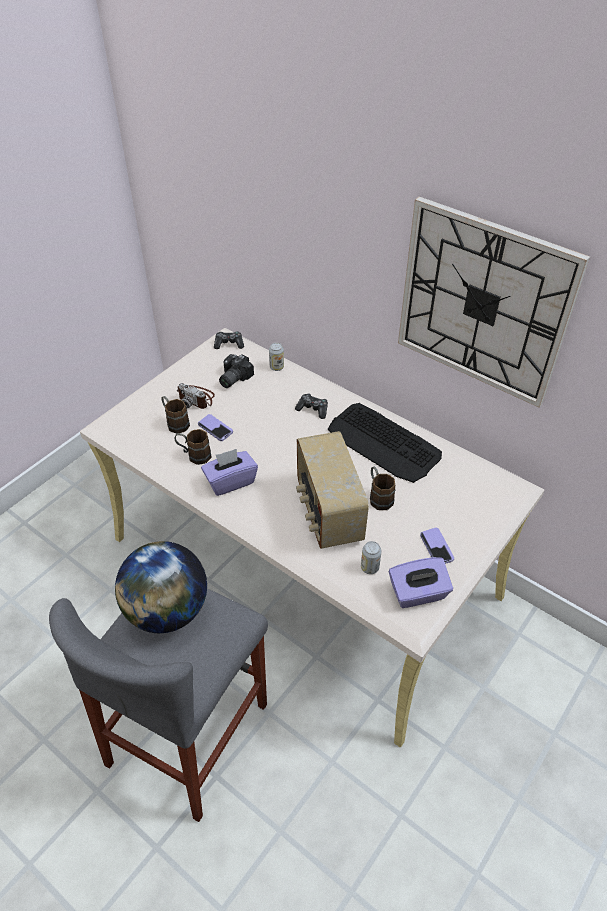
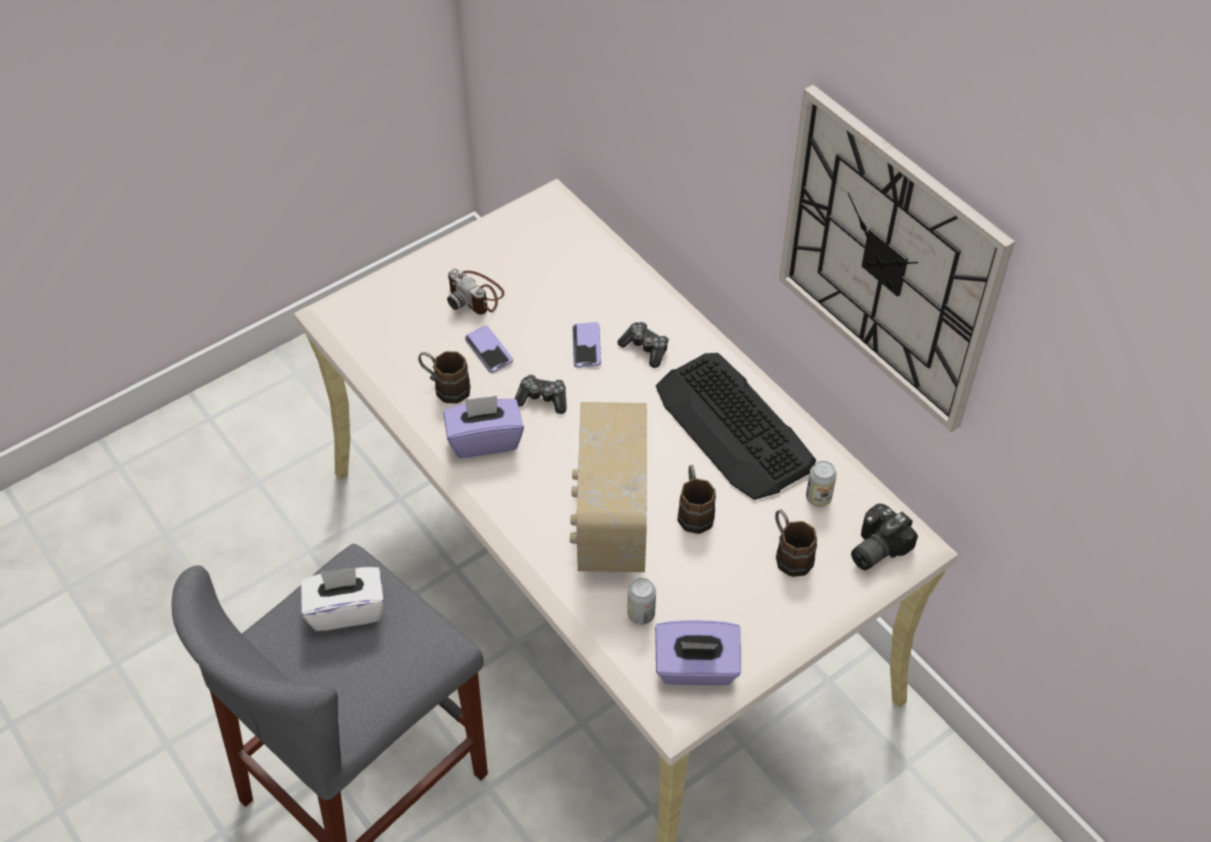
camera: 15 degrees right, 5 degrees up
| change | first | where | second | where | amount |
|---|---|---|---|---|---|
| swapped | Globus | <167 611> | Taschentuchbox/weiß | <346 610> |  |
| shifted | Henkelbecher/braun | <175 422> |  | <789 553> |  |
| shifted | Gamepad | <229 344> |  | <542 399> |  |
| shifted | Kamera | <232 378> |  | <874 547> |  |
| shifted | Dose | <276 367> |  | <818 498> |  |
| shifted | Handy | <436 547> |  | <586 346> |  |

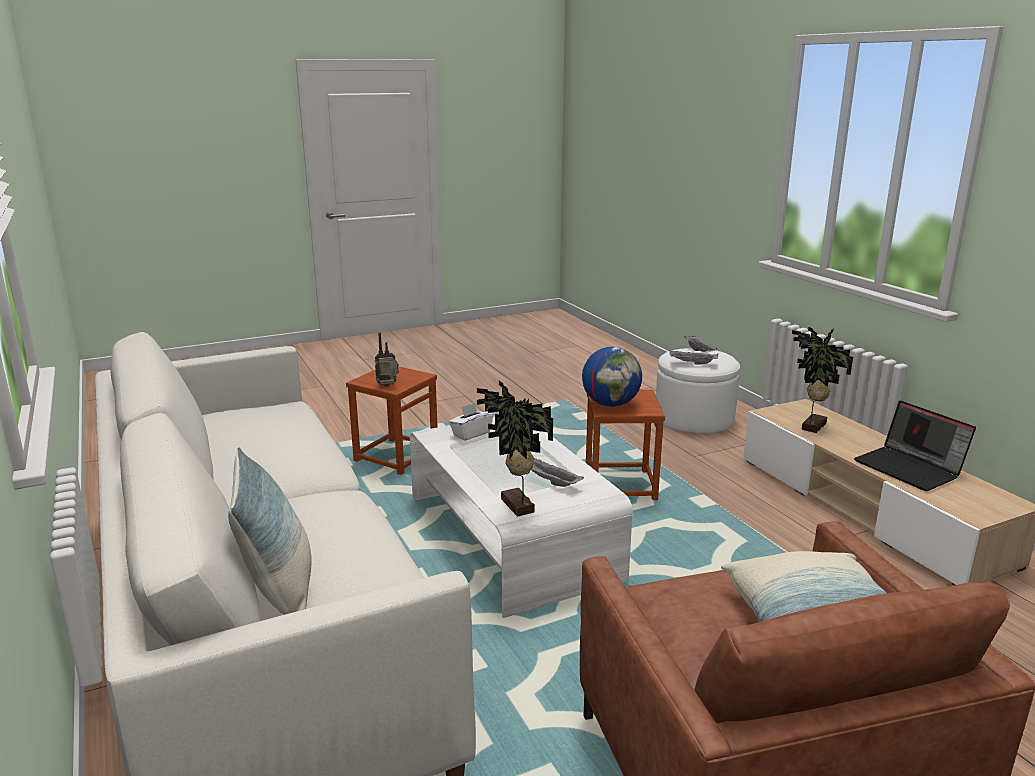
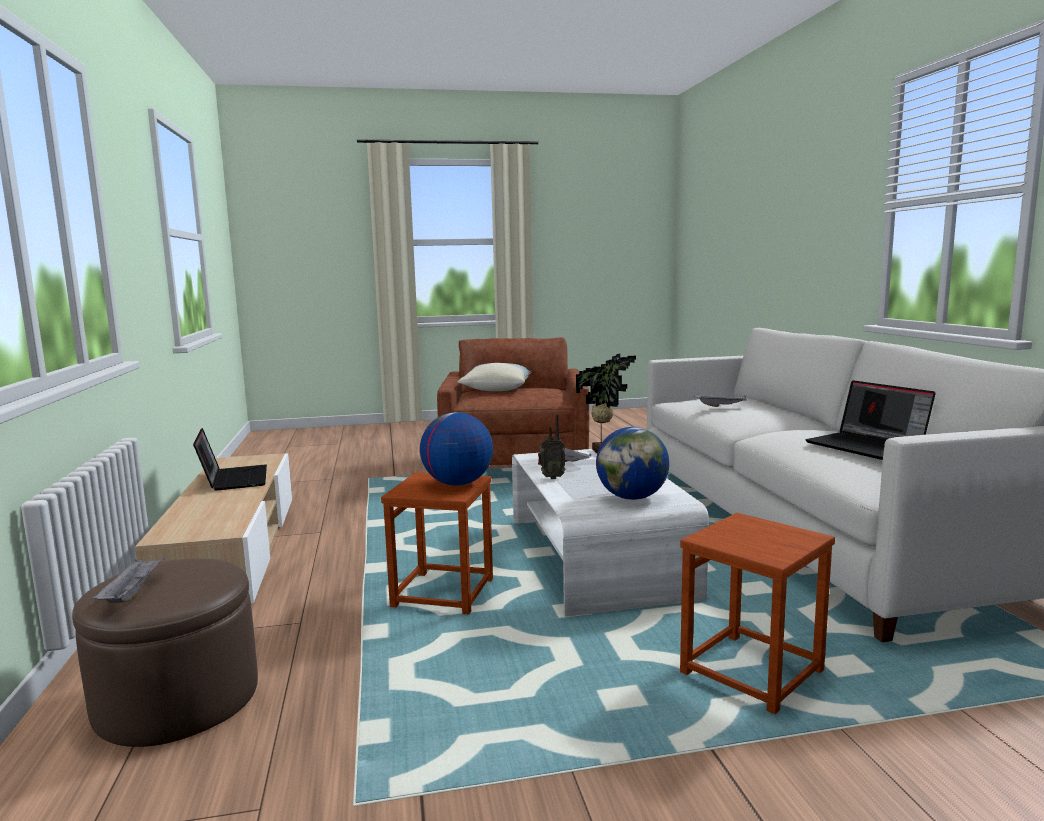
camera: 165 degrees left, 10 degrees down
| change | first | where | second | where | amount |
|---|---|---|---|---|---|
| gone | Kissen | <280 592> |  |  |  |
| shifted | Radio | <388 386> |  | <551 477> |  |
| swapped | Taschentuchbox/weiß | <471 434> | Globus | <632 498> |  |
| repainted | Polsterhocker/weiß | <694 418> | Polsterhocker/braun | <177 699> |  |
| shifted | Tablett/grau | <692 363> |  | <721 406> |  |
| gone | Topfpflanze | <811 426> |  |  |  |
| new |  |  | Laptop | <868 446> |  |

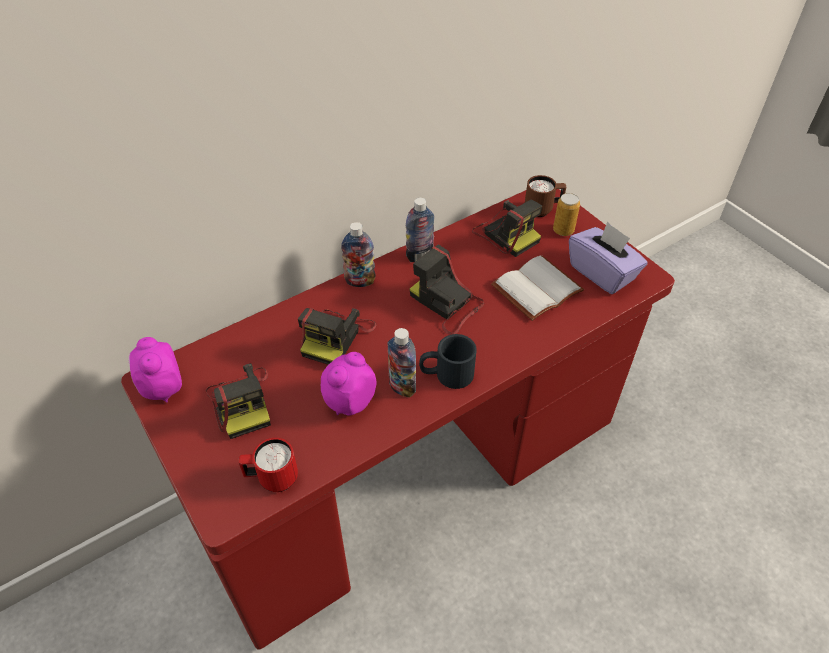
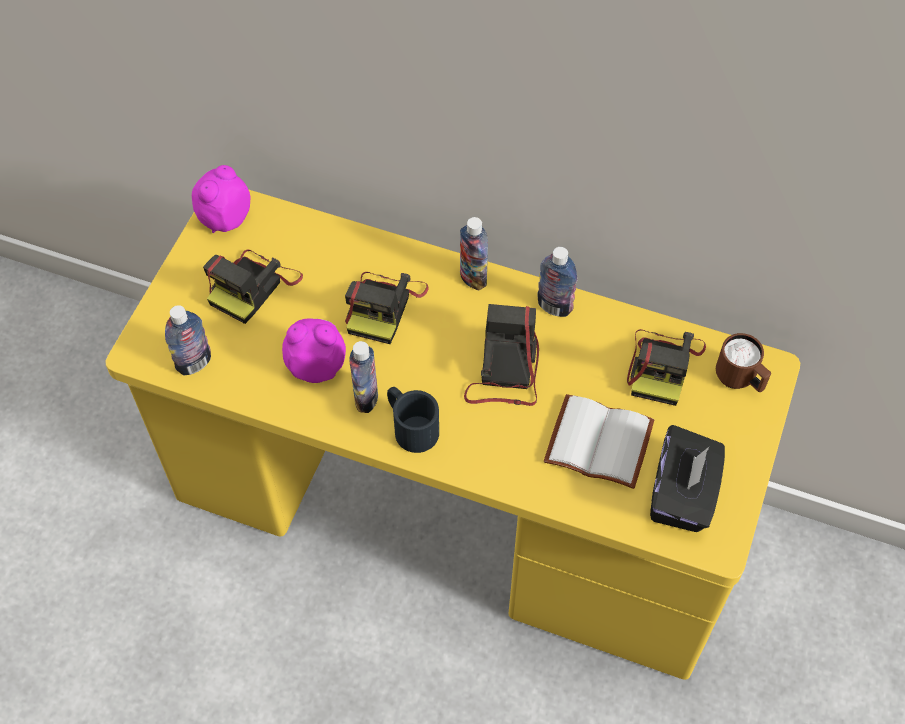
camera: 55 degrees right, 10 degrees up
| change | first | where | second | where | amount |
|---|---|---|---|---|---|
| repainted | Schreibtisch/rot | <413 473> | Schreibtisch/gelb | <453 510> |  |
| swapped | Henkelbecher/rot | <272 479> | Flasche | <194 363> |  |
| rotated | Kamera | <336 337> |  | <384 306> | 60 degrees counterclockwise |
| gone | Dose | <563 230> |  |  |  |
| repainted | Taschentuchbox/lila | <602 273> | Taschentuchbox/schwarz | <682 495> |  |

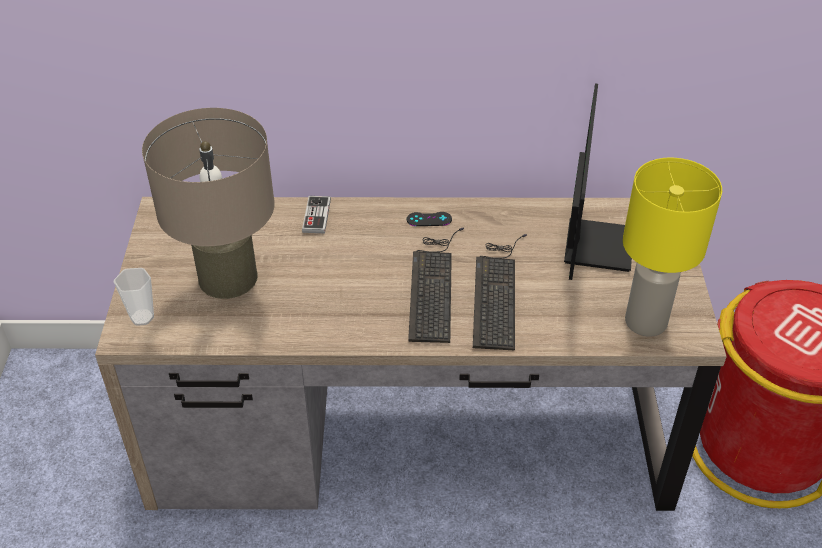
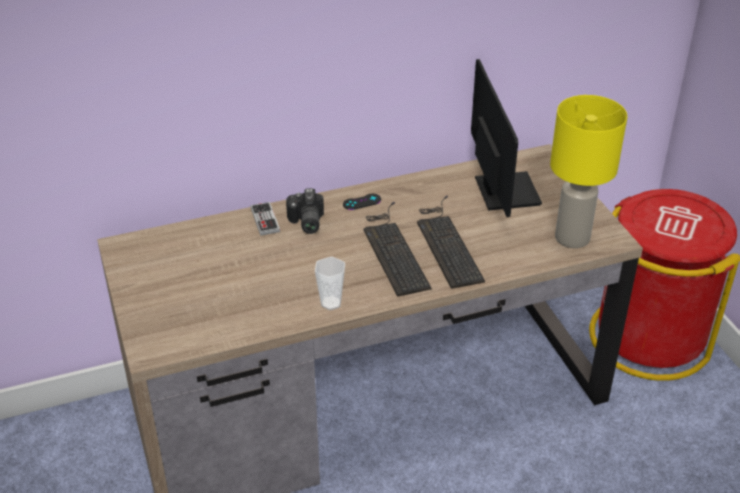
camera: 20 degrees left, 5 degrees down
| change | first | where | second | where | amount |
|---|---|---|---|---|---|
| shifted | Tasse | <142 317> |  | <331 303> |  |
| gone | Tischlampe/beige | <228 277> |  |  |  |
| new |  |  | Kamera | <305 222> |  |

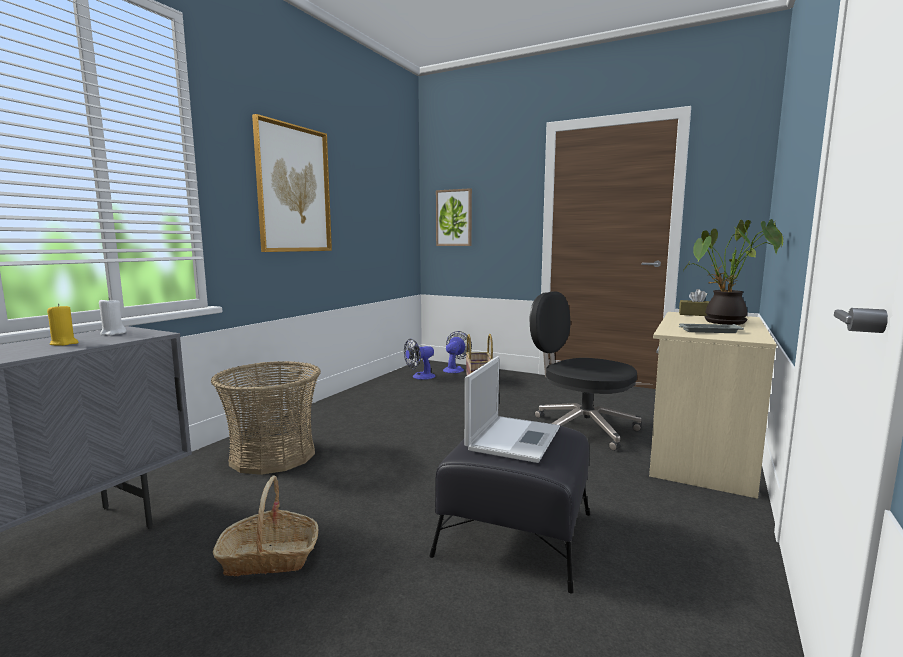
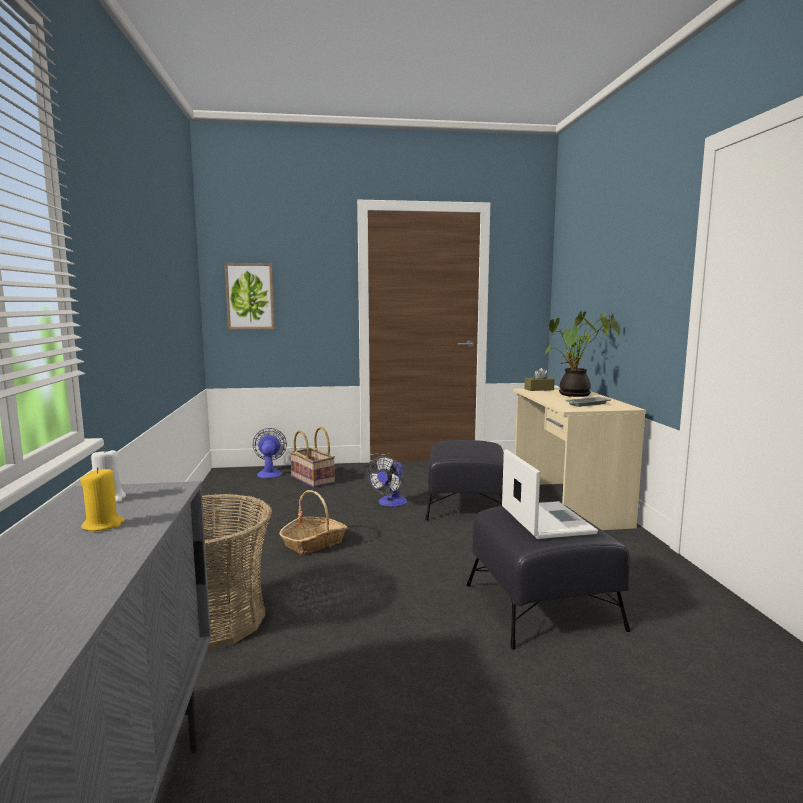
camera: 35 degrees left, 0 degrees up
| change | first | where | second | where | amount |
|---|---|---|---|---|---|
| shifted | Korb | <269 557> |  | <314 543> |  |
| gone | Bild | <293 189> |  |  |  |
| shifted | Ventilator | <420 377> |  | <390 503> |  |
| swapped | Bürostuhl/schwarz | <581 428> | Polsterhocker/schwarz | <467 506> |  |

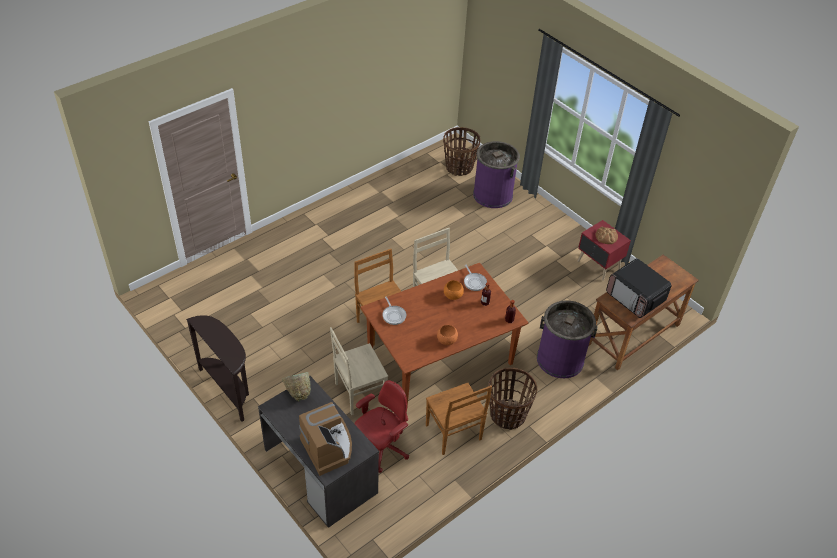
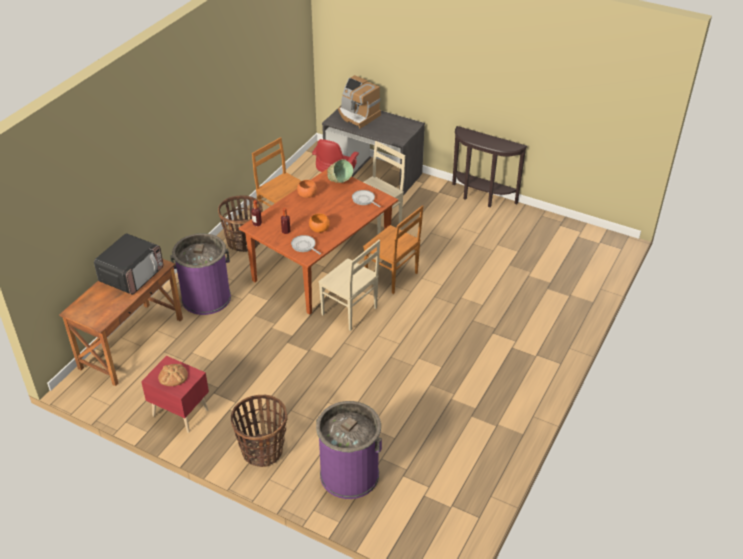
camera: 160 degrees right, 5 degrees down
| change | first | where | second | where | amount |
|---|---|---|---|---|---|
| shifted | Schüssel/grün | <298 392> |  | <339 182> |  |
| shifted | Korb | <459 167> |  | <262 450> |  |
| rotated | Mikrowelle | <635 298> |  | <132 275> | 90 degrees clockwise |

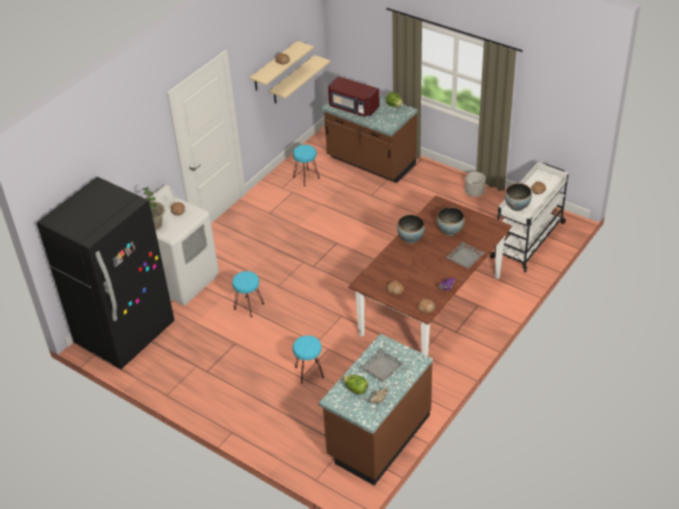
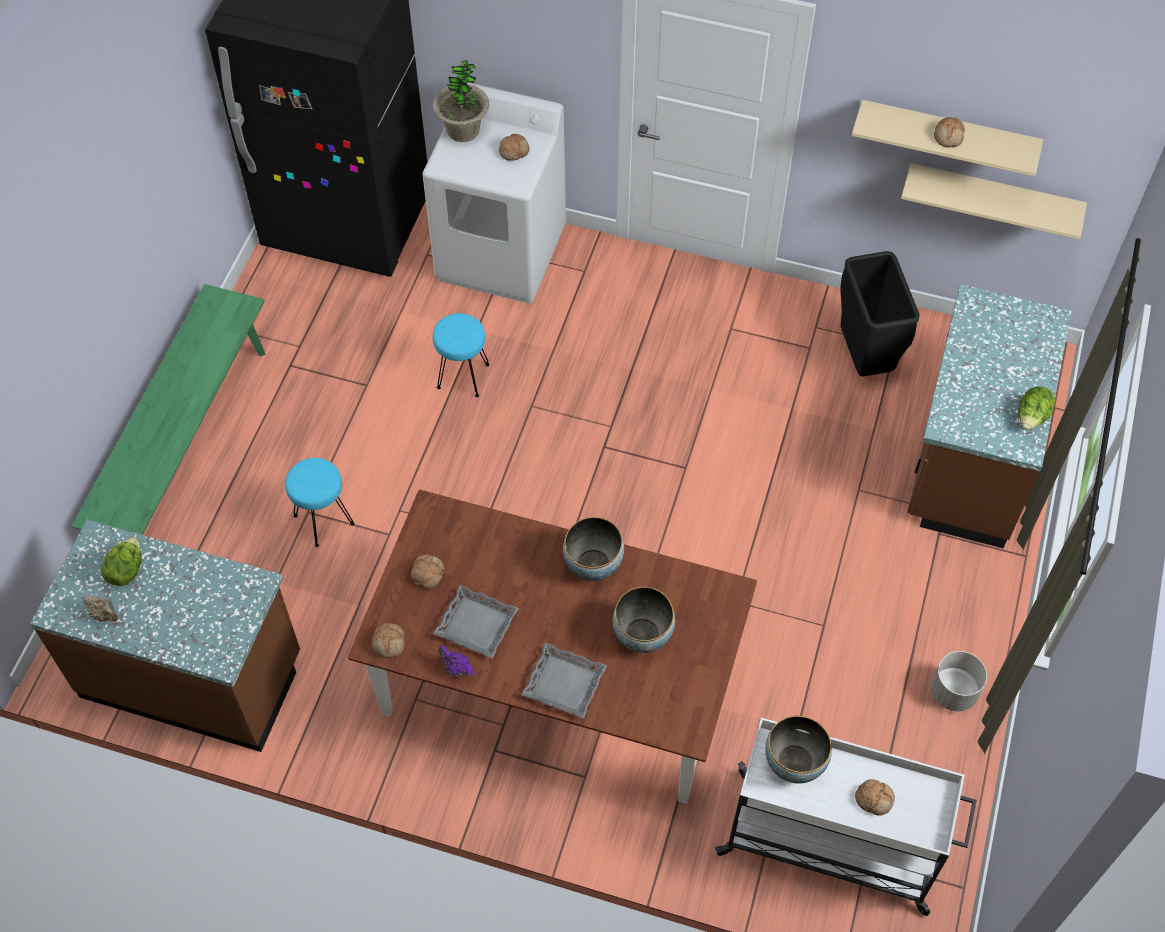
camera: 70 degrees right, 15 degrees up
| change | first | where | second | where | amount |
|---|---|---|---|---|---|
| swapped | Hocker/türkis | <306 177> | Mülleimer/schwarz | <865 358> |  |
| gone | Mikrowelle/rot | <353 107> |  |  |  |
| shifted | Tablett/grau | <381 367> |  | <476 624> |  |
| new |  |  | Bank/grün | <188 449> |  |

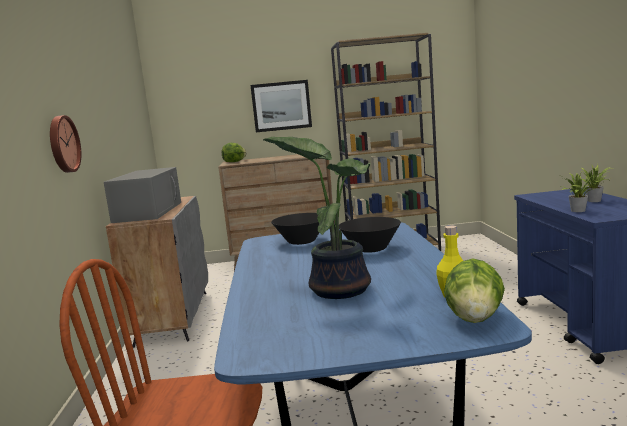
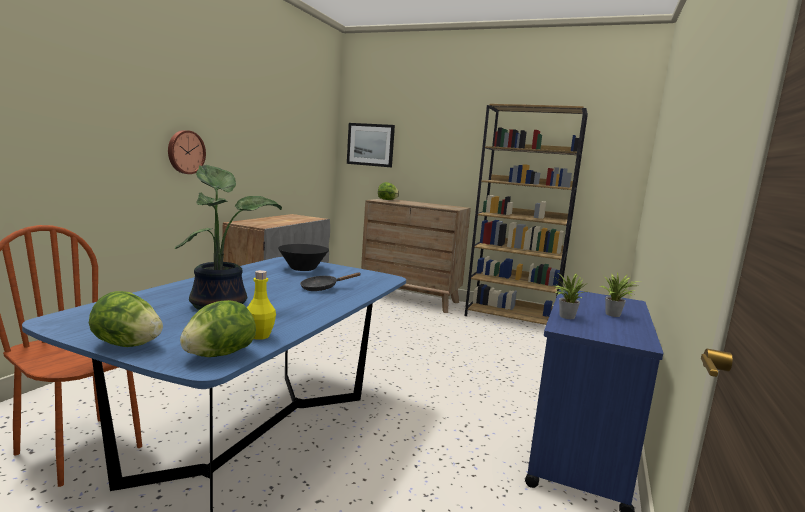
camera: 25 degrees right, 0 degrees up
| change | first | where | second | where | amount |
|---|---|---|---|---|---|
| gone | Mikrowelle/grau | <148 211> |  |  |  |
| shifted | Bild | <281 106> |  | <370 145> |  |
| swapped | Schüssel/schwarz | <371 249> | Pfanne/schwarz | <323 288> |  |
| new |  |  | Salatkopf | <127 344> |  |

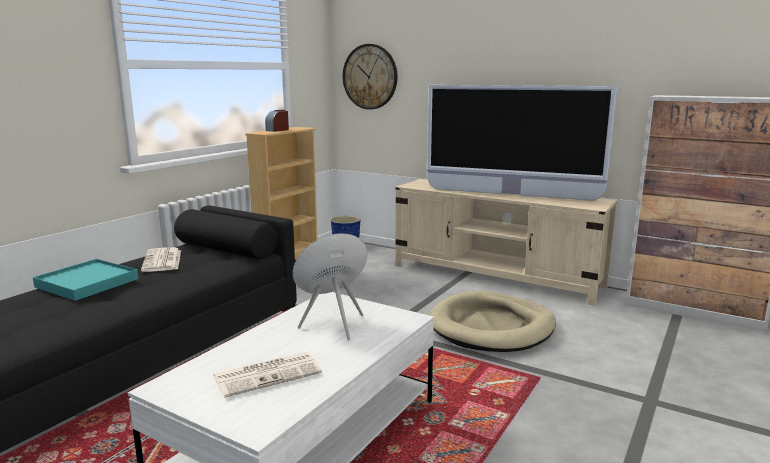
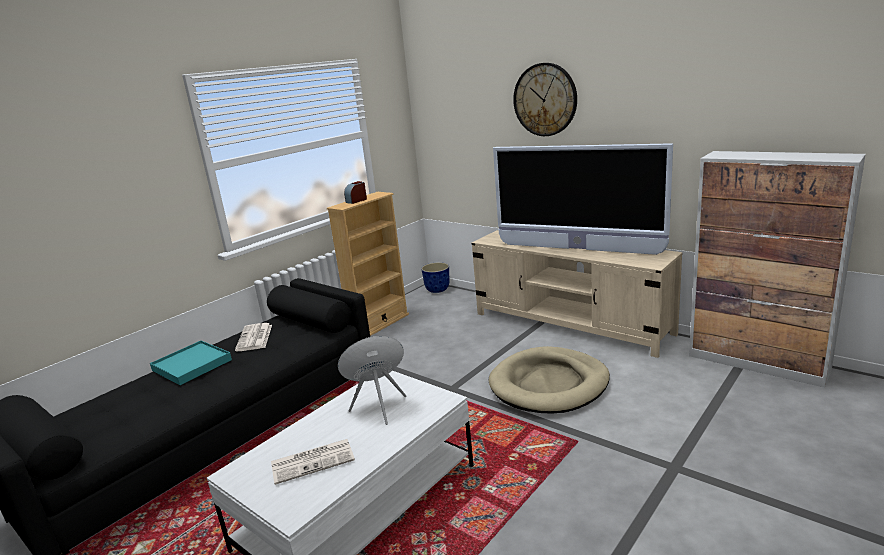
camera: 10 degrees right, 5 degrees up
| change | first | where | second | where | amount |
|---|---|---|---|---|---|
| shifted | Wanduhr | <370 77> |  | <545 100> |  |

